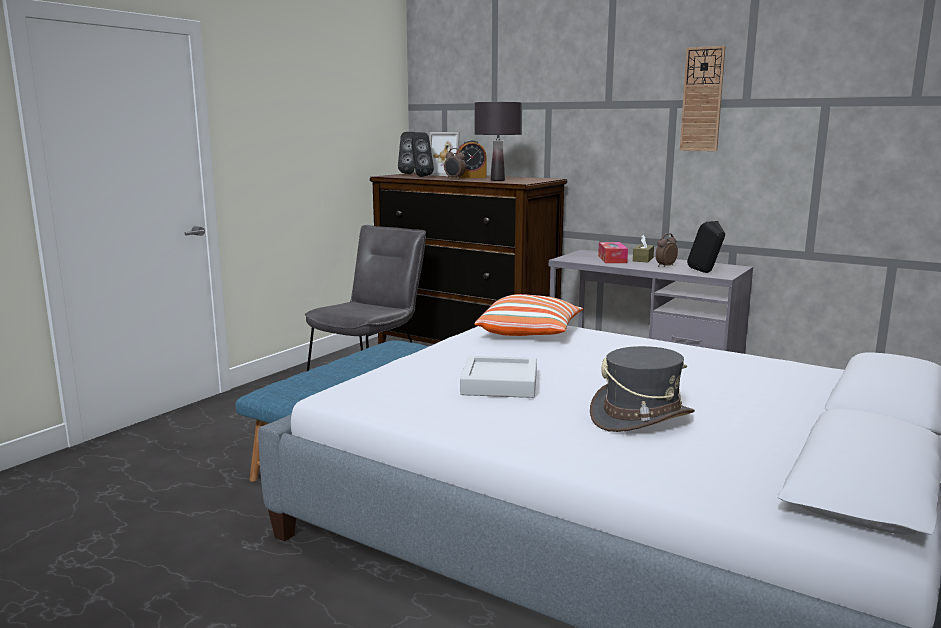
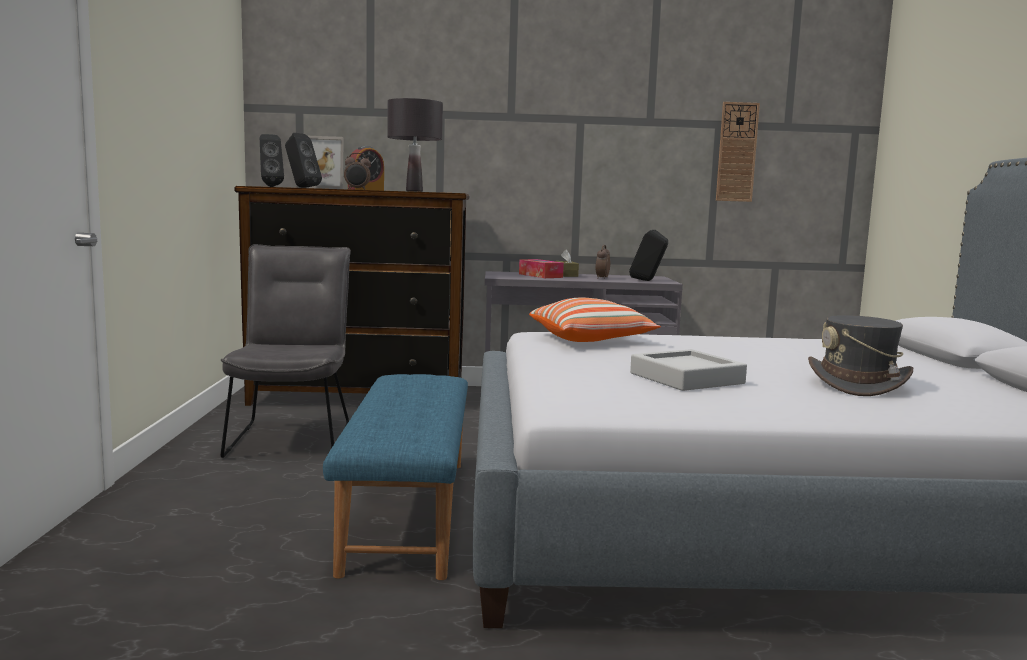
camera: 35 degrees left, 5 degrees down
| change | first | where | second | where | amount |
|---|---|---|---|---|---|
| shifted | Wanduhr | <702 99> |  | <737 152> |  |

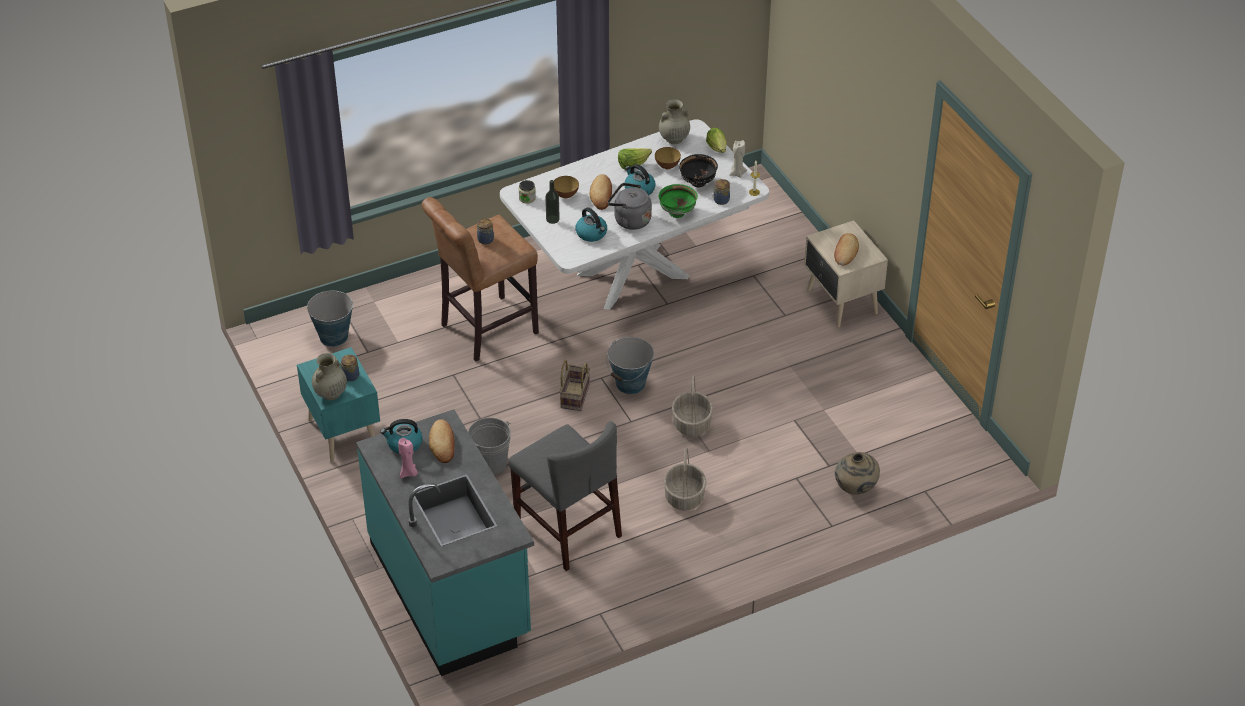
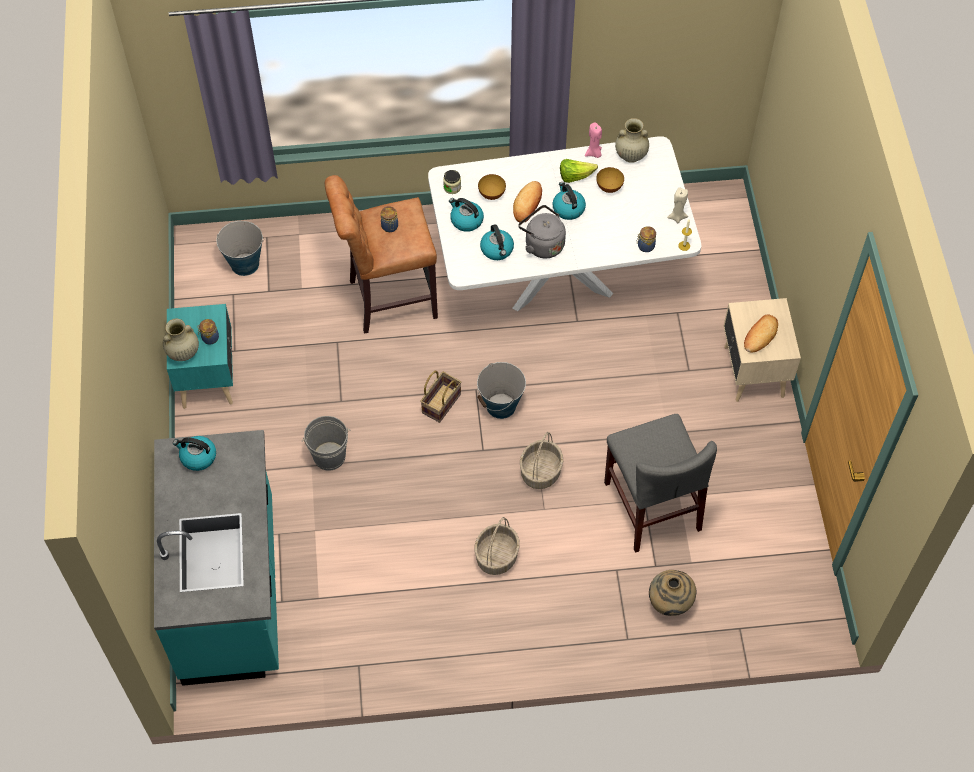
camera: 20 degrees right, 15 degrees up
| change | first | where | second | where | amount |
|---|---|---|---|---|---|
| shifted | Kerze/rosa | <409 473> |  | <594 153> |  |
| gone | Brot | <443 444> |  |  |  |
| shifted | Stuhl/grau | <567 529> |  | <652 506> |  |
| swapped | Flasche | <552 219> | Wasserkessel | <466 220> |  |
| gone | Schüssel/grün | <677 212> |  |  |  |
| gone | Schüssel/schwarz | <698 183> |  |  |  |
| gone | Salatkopf | <717 149> |  |  |  |

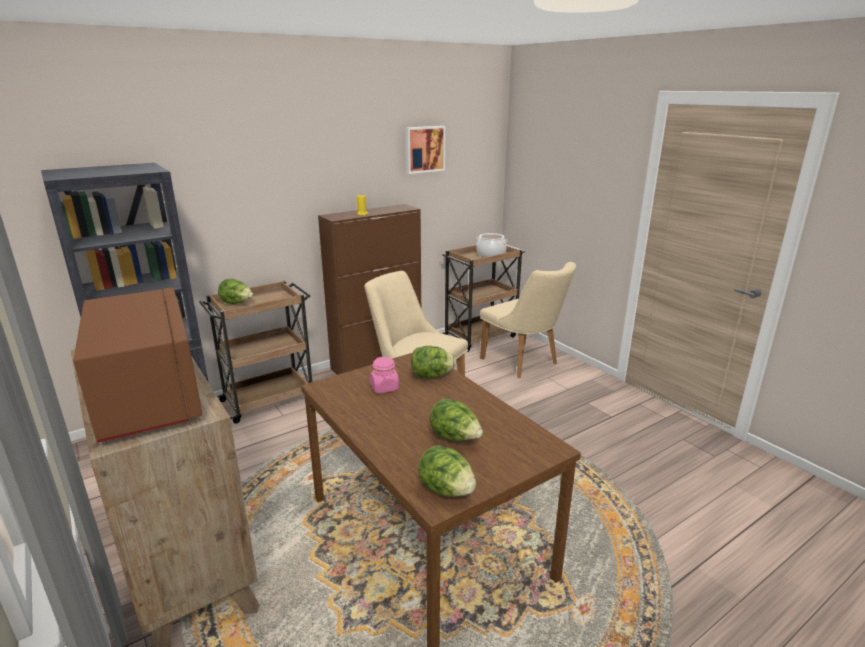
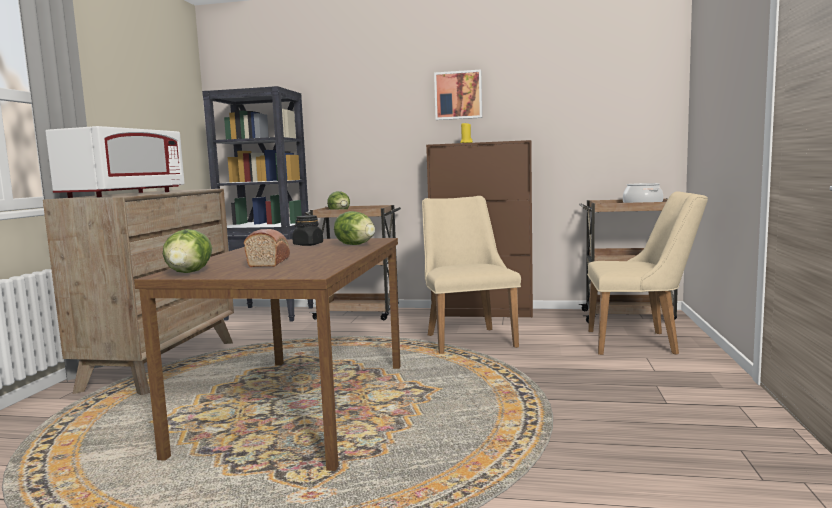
camera: 45 degrees right, 15 degrees down
| change | first | where | second | where | amount |
|---|---|---|---|---|---|
| repainted | Mikrowelle/braun | <149 398> | Mikrowelle/weiß | <124 194> |  |
| repainted | Vorratsglas/rosa | <384 387> | Vorratsglas/schwarz | <308 244> |  |
| shifted | Bild | <424 149> |  | <458 95> |  |
| swapped | Salatkopf | <455 438> | Brot | <270 262> |  |
| rotated | Stuhl/beige | <524 363> |  | <641 342> | 90 degrees counterclockwise |

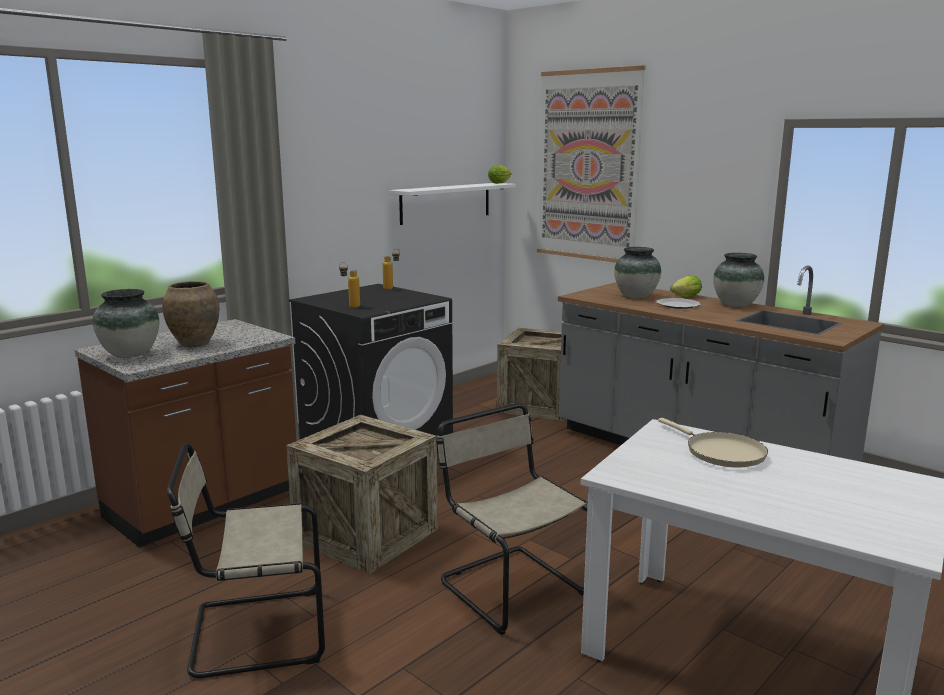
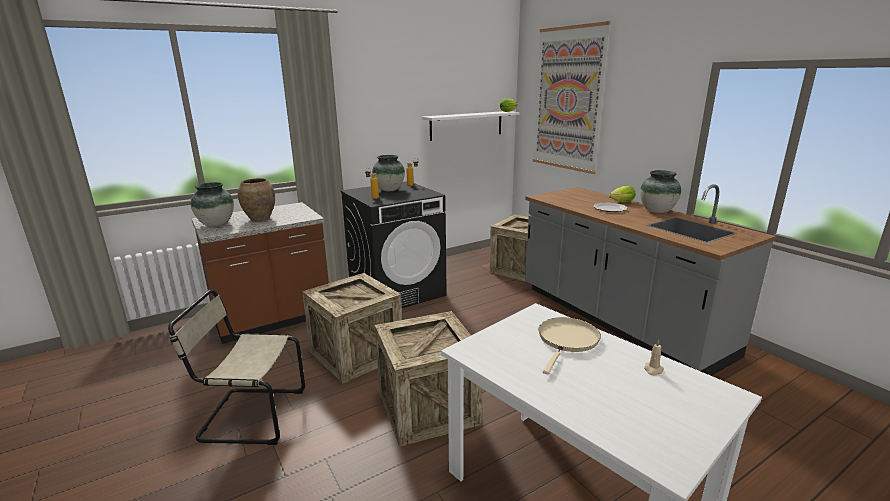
camera: 15 degrees right, 5 degrees up
| change | first | where | second | where | amount |
|---|---|---|---|---|---|
| swapped | Stuhl/beige | <510 586> | Kiste | <428 408> |  |
| shifted | Vase | <635 296> |  | <389 190> |  |
| rotated | Pfanne/beige | <721 452> |  | <567 340> | 135 degrees counterclockwise |
| new |  |  | Kerze/beige | <653 370> |  |

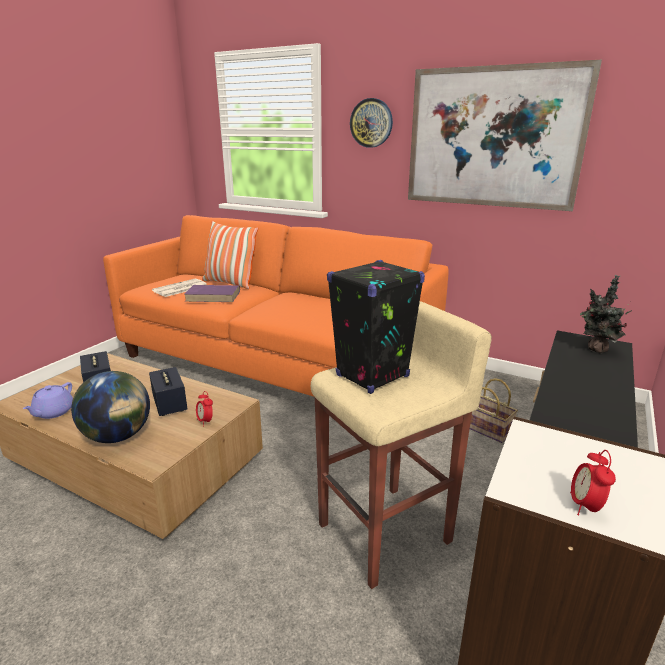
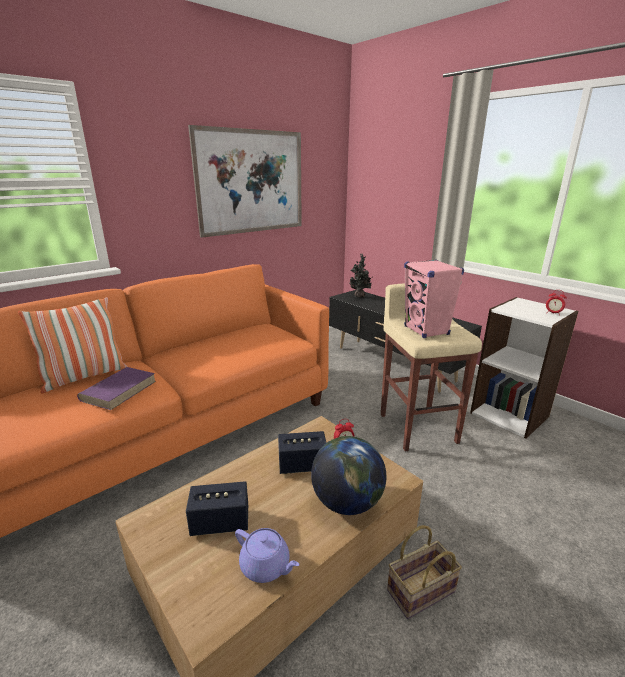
camera: 70 degrees left, 0 degrees up
| change | first | where | second | where | amount |
|---|---|---|---|---|---|
| gone | Zeitung | <180 288> |  |  |  |
| repainted | Lautsprecher/schwarz | <372 376> | Lautsprecher/rosa | <426 331> |  |
| gone | Wanduhr | <371 123> |  |  |  |
| shifted | Korb | <484 429> |  | <420 592> |  |

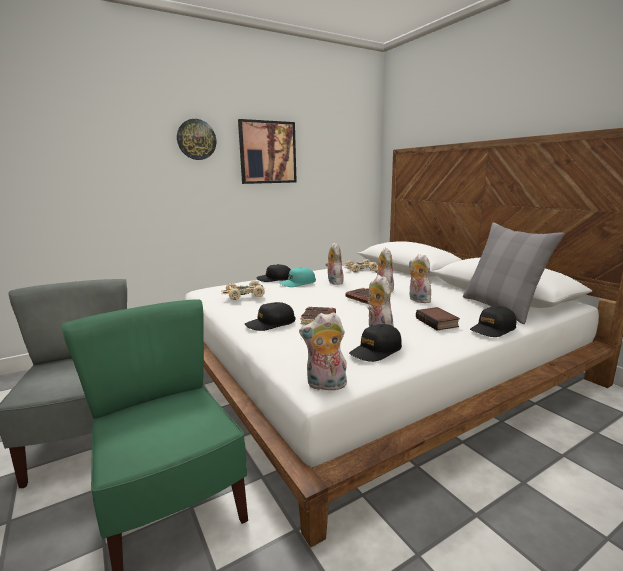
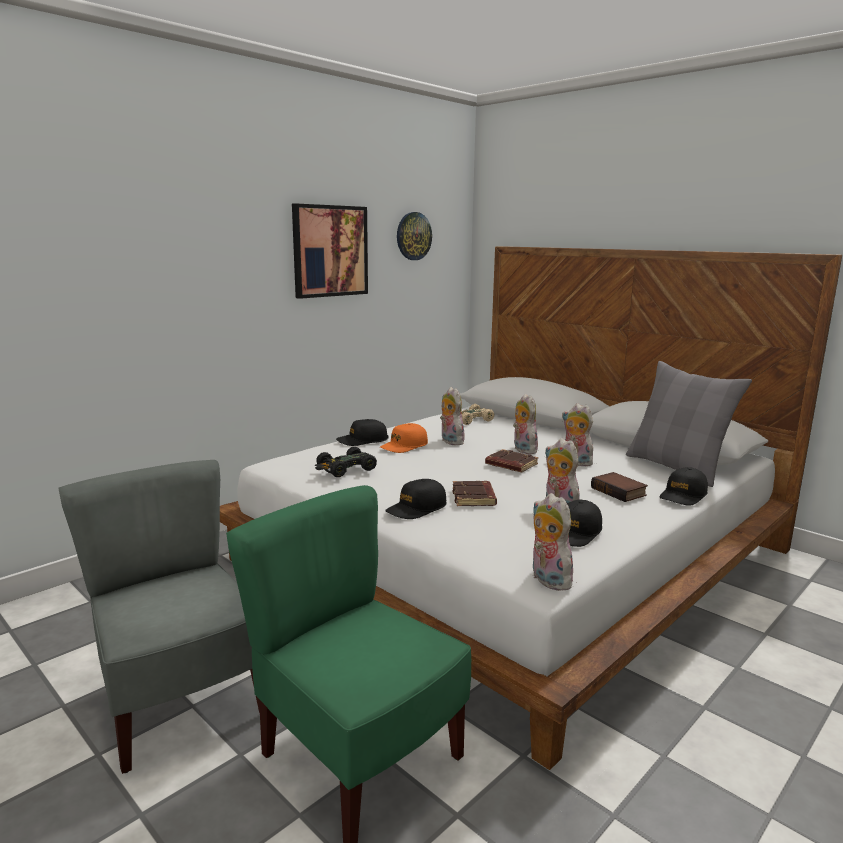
camera: 15 degrees left, 0 degrees up
| change | first | where | second | where | amount |
|---|---|---|---|---|---|
| shifted | Wanduhr | <196 139> |  | <413 236> |  |
| repainted | Spielzeugauto/beige | <244 295> | Spielzeugauto/schwarz | <345 469> |  |
| repainted | Kappe/türkis | <297 283> | Kappe/orange | <404 446> |  |
| rotated | Plüschtier | <325 386> |  | <547 580> | 75 degrees clockwise |

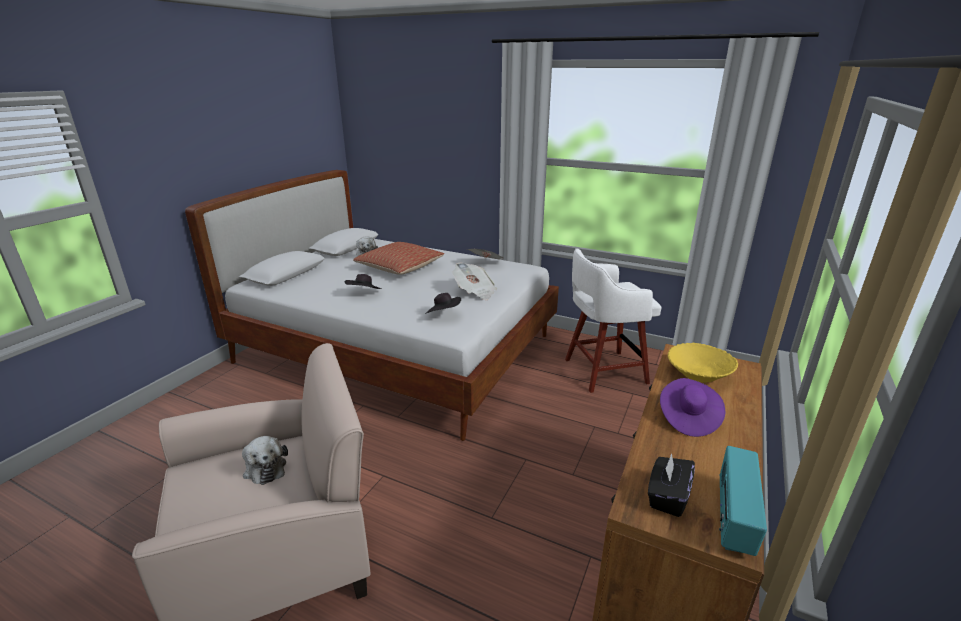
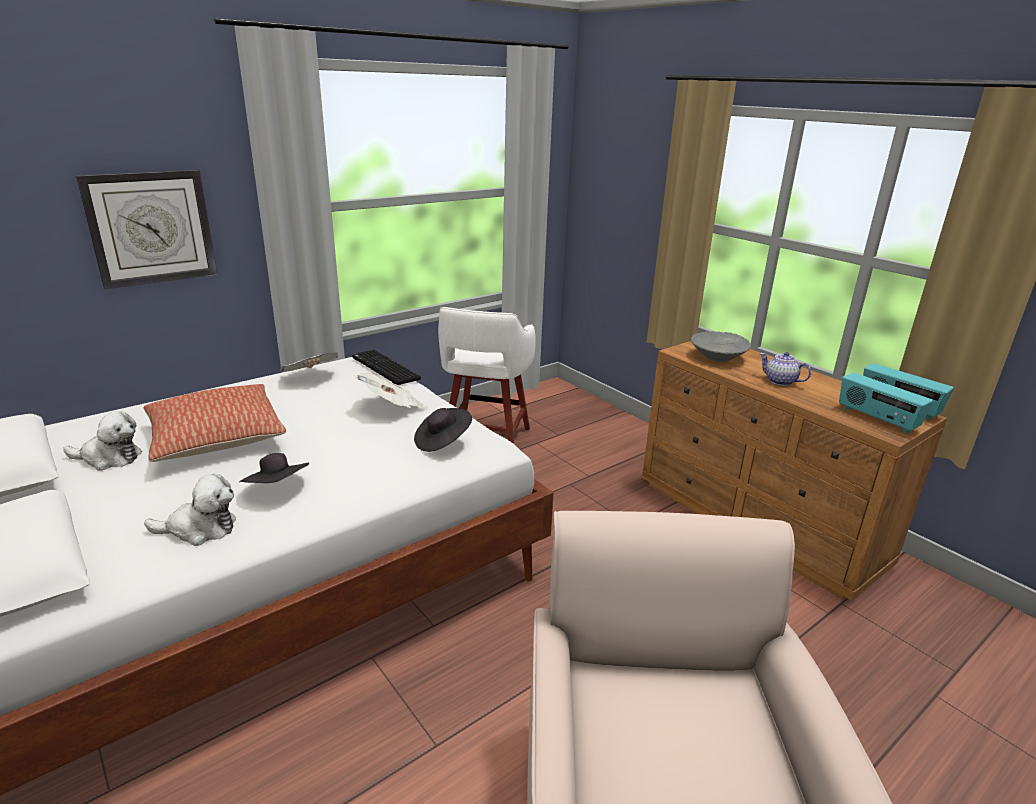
camera: 65 degrees left, 0 degrees up
| change | first | where | second | where | amount |
|---|---|---|---|---|---|
| shifted | Plüschtier | <264 467> |  | <200 529> |  |
| swapped | Taschentuchbox/schwarz | <667 497> | Radio | <876 419> |  |
| swapped | Hut/lila | <688 418> | Teekanne | <780 381> |  |
| repainted | Schüssel/gelb | <698 375> | Schüssel/grau | <718 357> |  |
| new |  |  | Wanduhr | <151 228> |  |
| new |  |  | Tastatur | <383 368> |  |

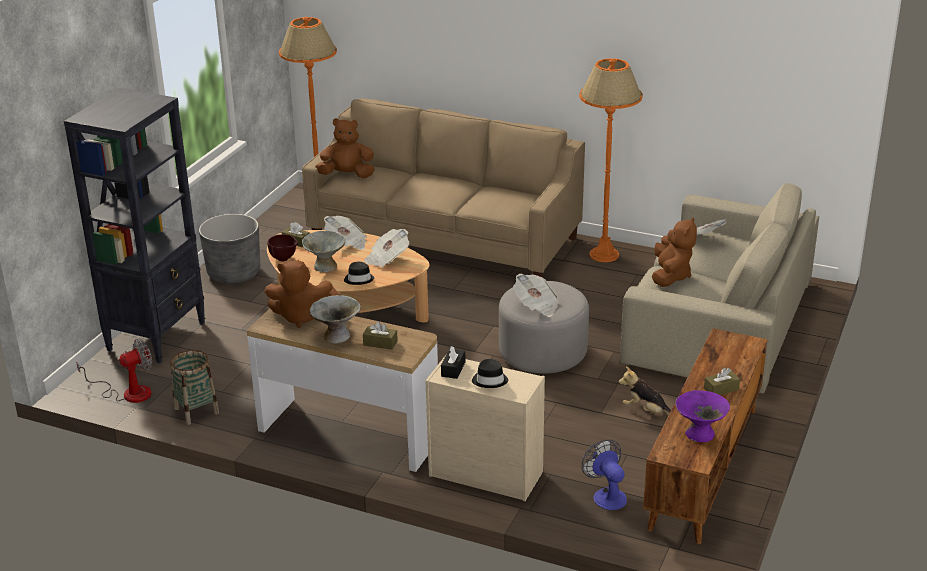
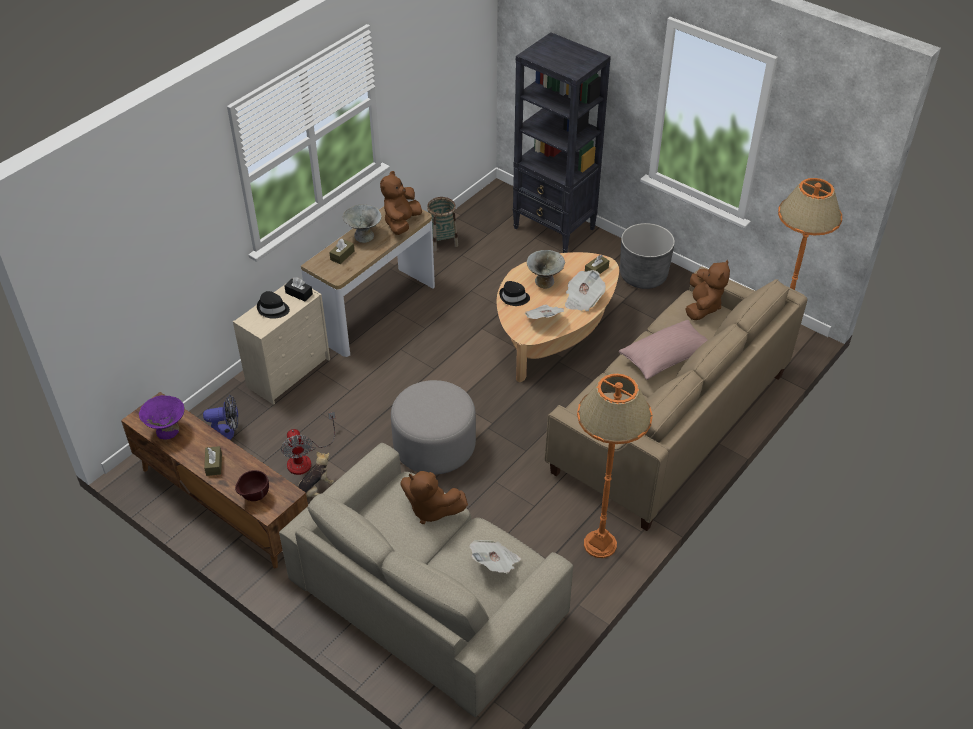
camera: 105 degrees right, 15 degrees up
| change | first | where | second | where | amount |
|---|---|---|---|---|---|
| shifted | Ventilator | <128 393> |  | <305 459> |  |
| shifted | Schüssel/braun | <284 259> |  | <254 497> |  |
| gone | Zeitung | <536 306> |  |  |  |
| new |  |  | Kissen/rosa | <666 358> |  |

